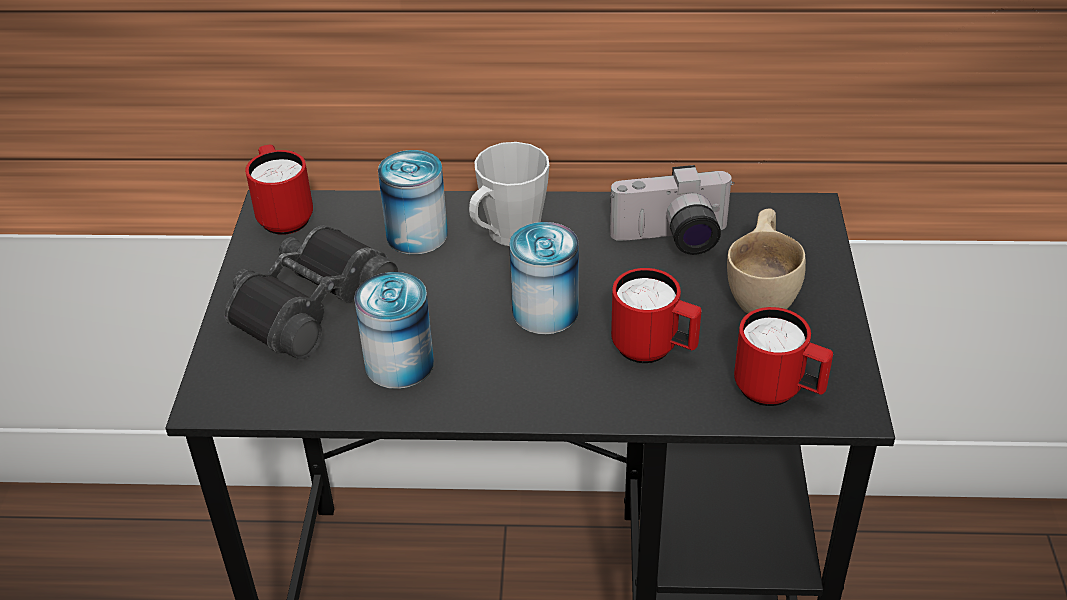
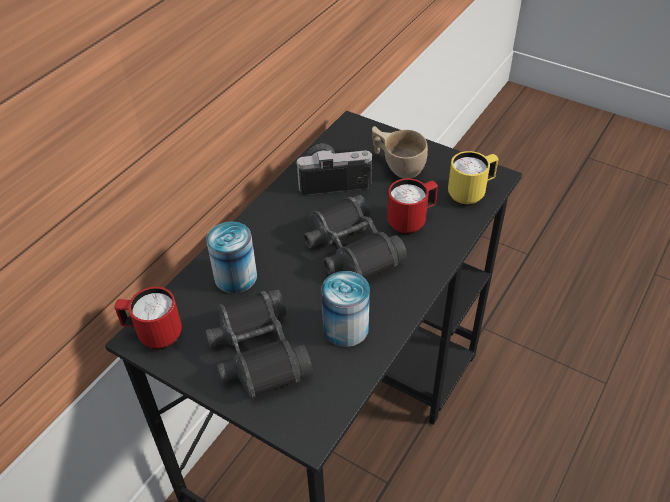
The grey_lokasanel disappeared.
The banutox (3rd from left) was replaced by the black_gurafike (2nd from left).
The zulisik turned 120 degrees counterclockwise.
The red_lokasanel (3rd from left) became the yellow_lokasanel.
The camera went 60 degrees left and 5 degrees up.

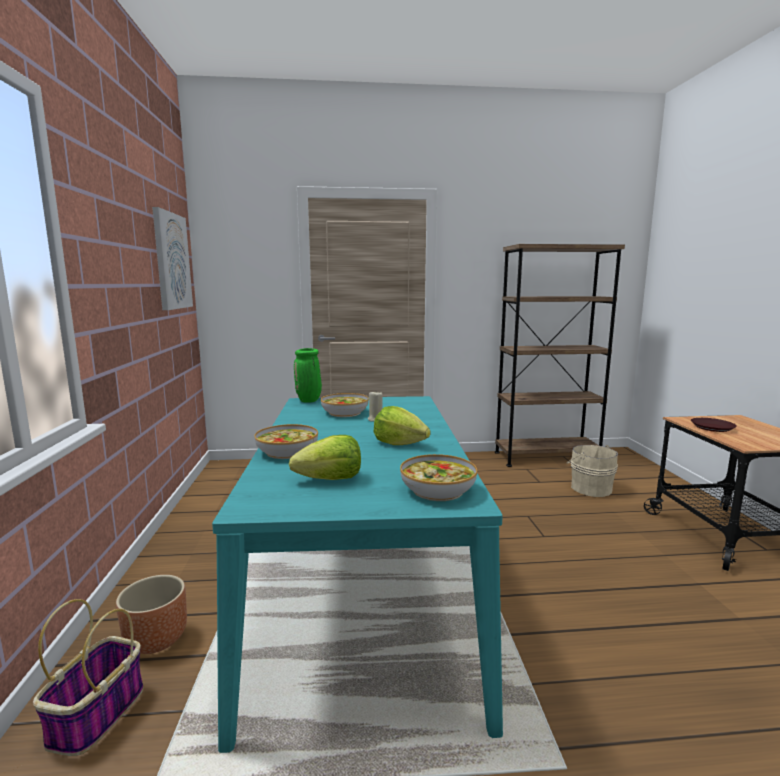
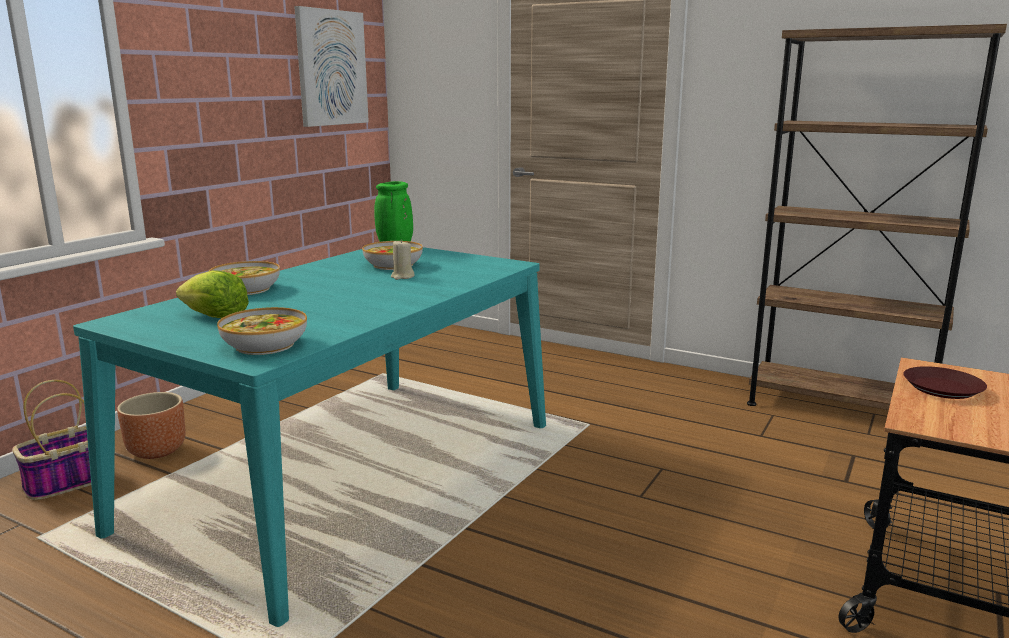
The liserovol (2nd from left) disappeared.
The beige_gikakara disappeared.
The camera went 35 degrees right and 5 degrees up.

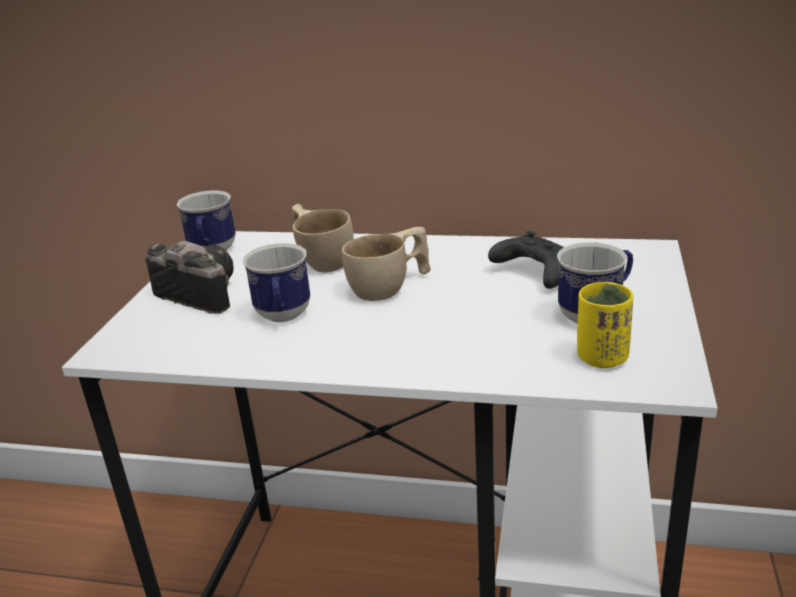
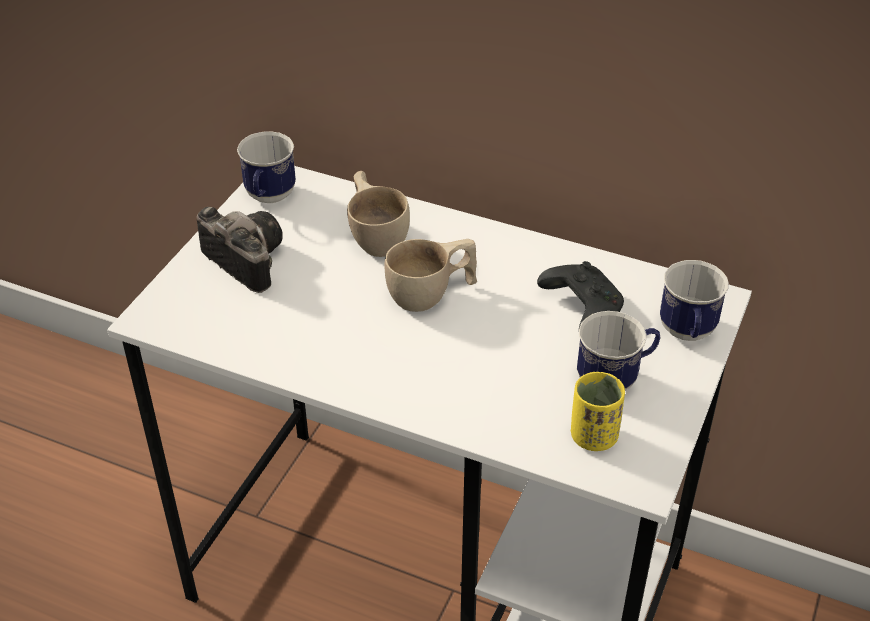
The lokasanel (2nd from left in the first image) moved.
The camera went 10 degrees right and 15 degrees up.

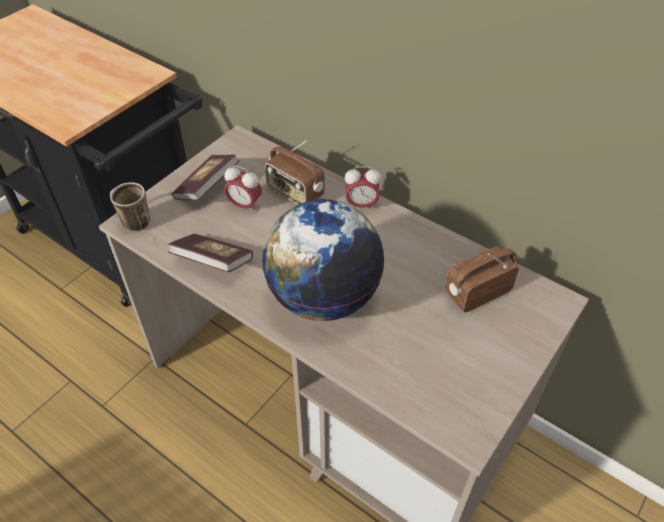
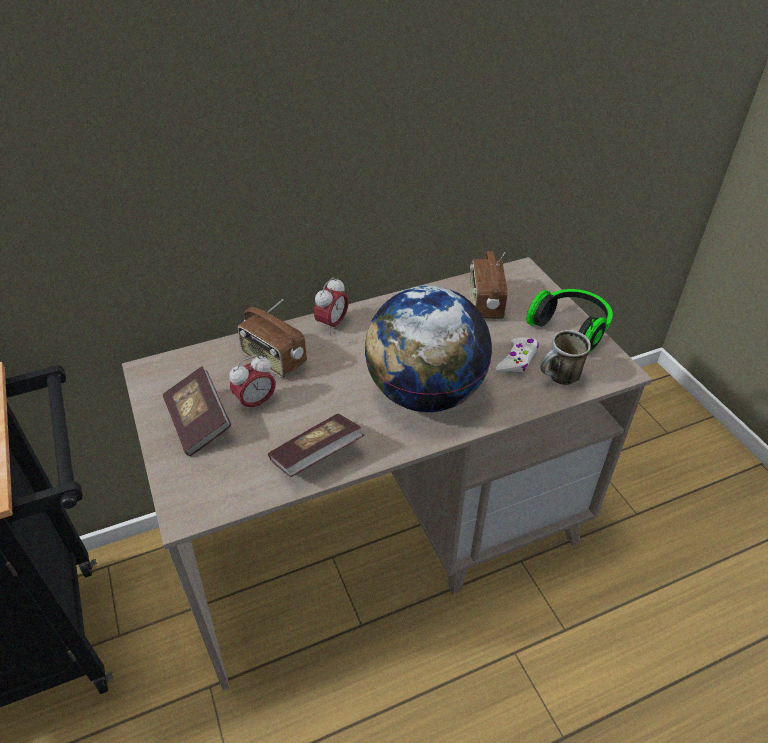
The lokasanel moved.
The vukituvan (1st from left) turned 60 degrees clockwise.
The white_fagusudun appeared.
The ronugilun appeared.
The camera went 60 degrees left and 5 degrees down.

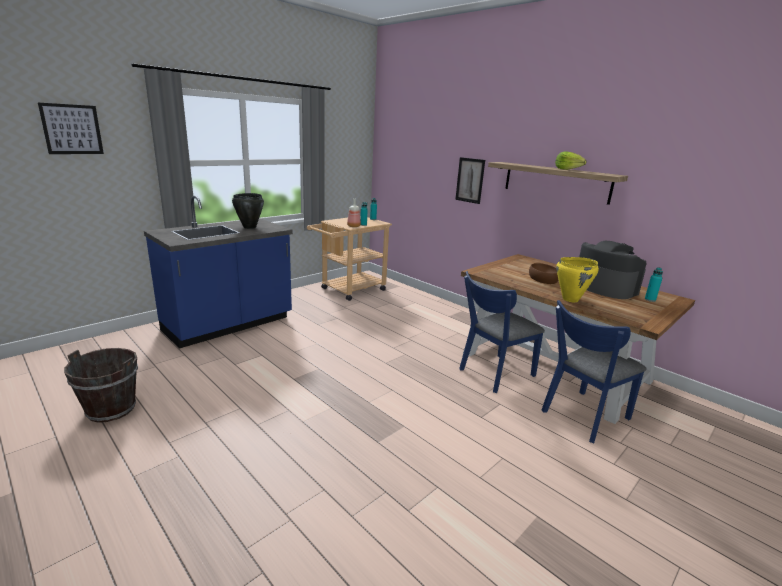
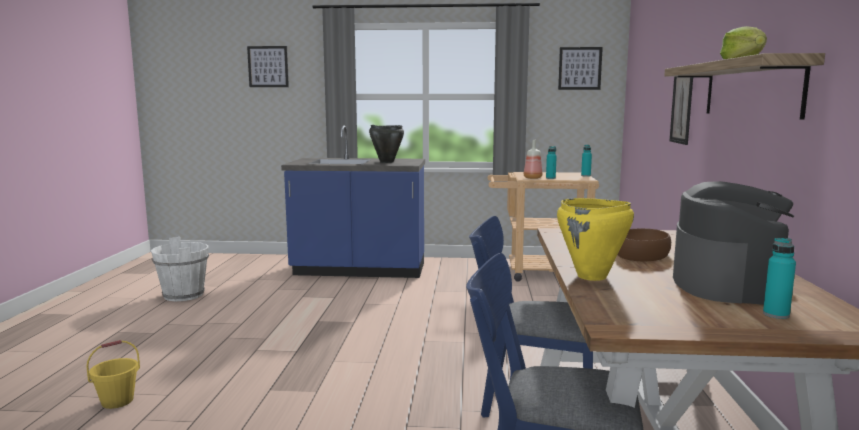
The brown_gikakara became the white_gikakara.
The yellow_gikakara appeared.
The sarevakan (2nd from left) appeared.
The camera went 50 degrees right and 10 degrees down.

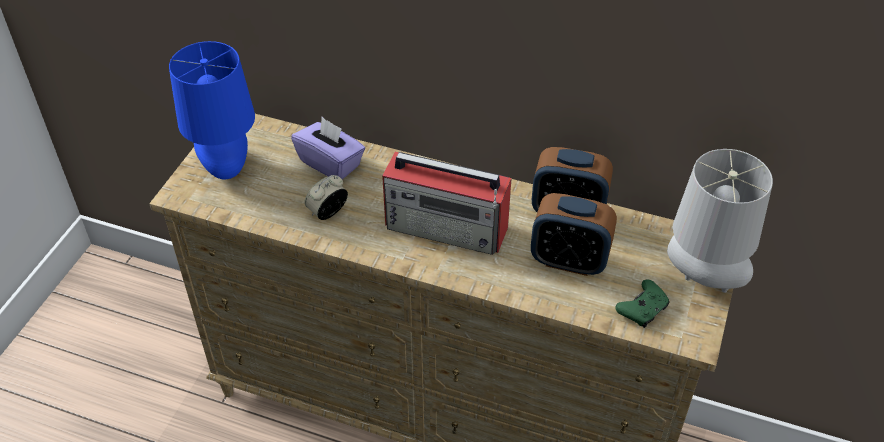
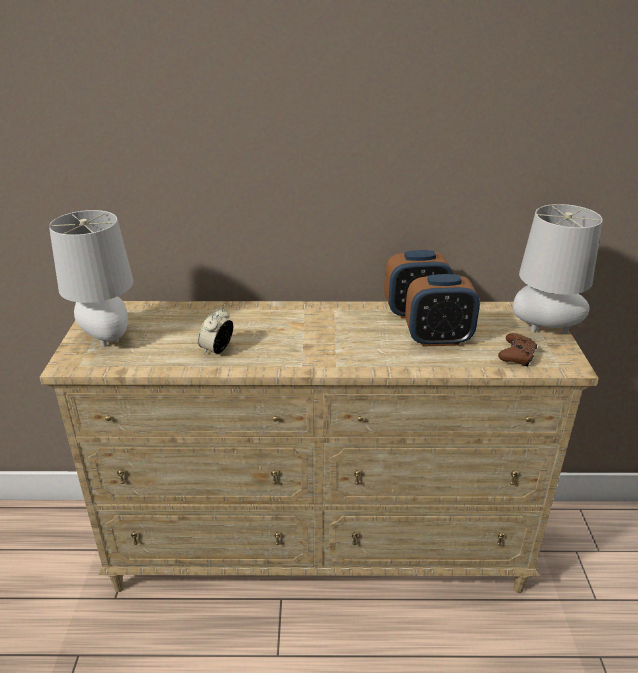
The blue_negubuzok became the grey_negubuzok (1st from left).
The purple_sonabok disappeared.
The vukituvan disappeared.
The green_fagusudun became the brown_fagusudun.
The camera went 20 degrees left and 15 degrees down.

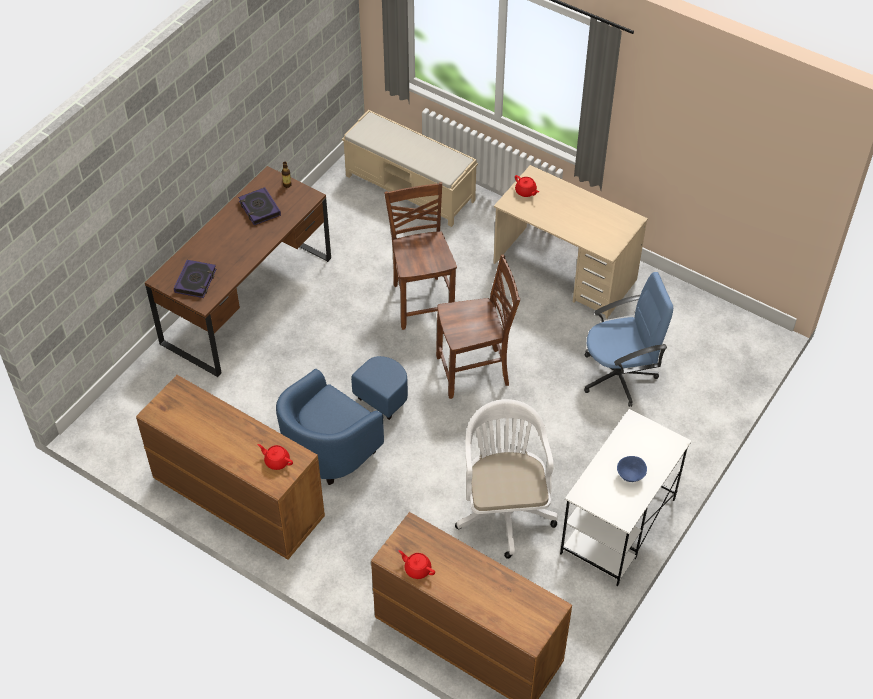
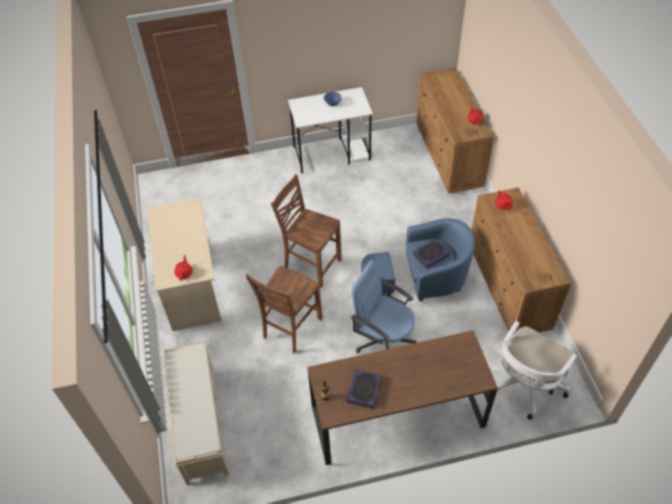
The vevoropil (1st from left in the first image) moved.
The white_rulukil moved.
The blue_rulukil moved.
The camera went 135 degrees left and 0 degrees up.

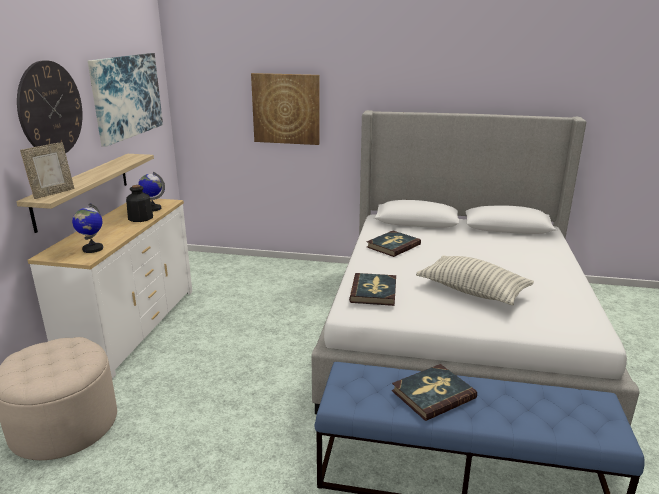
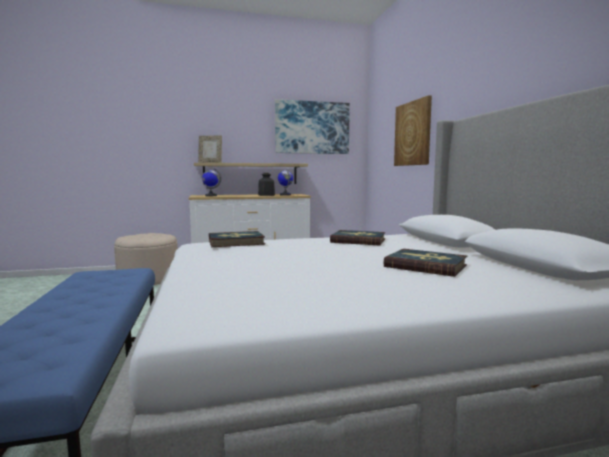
The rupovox disappeared.
The vevoropil (3rd from left) moved.
The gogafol disappeared.
The camera went 65 degrees right and 15 degrees down.

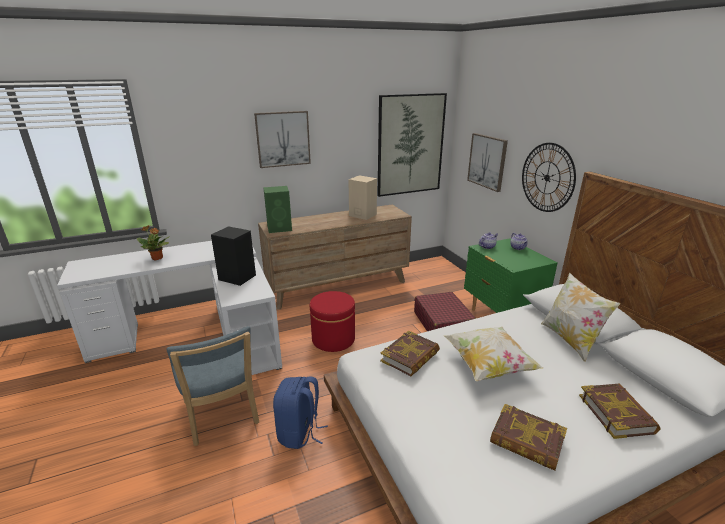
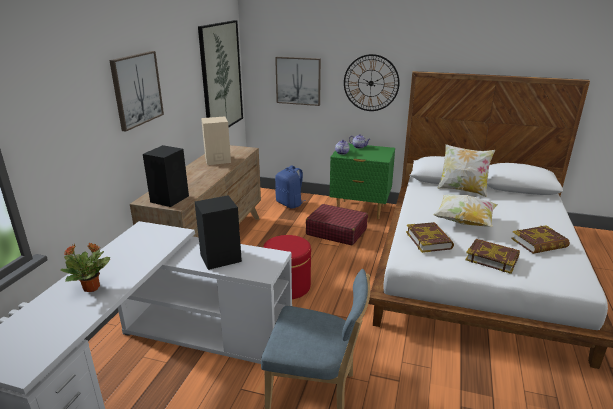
The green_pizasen became the black_pizasen (1st from left).
The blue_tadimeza moved.
The vevoropil (3rd from left in the first image) moved.
The camera went 50 degrees left and 0 degrees up.

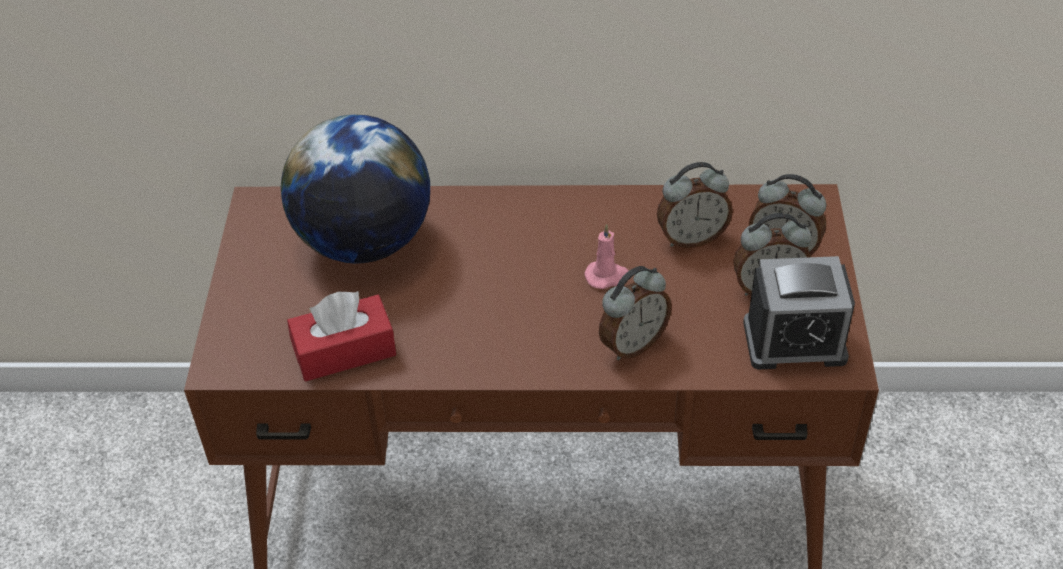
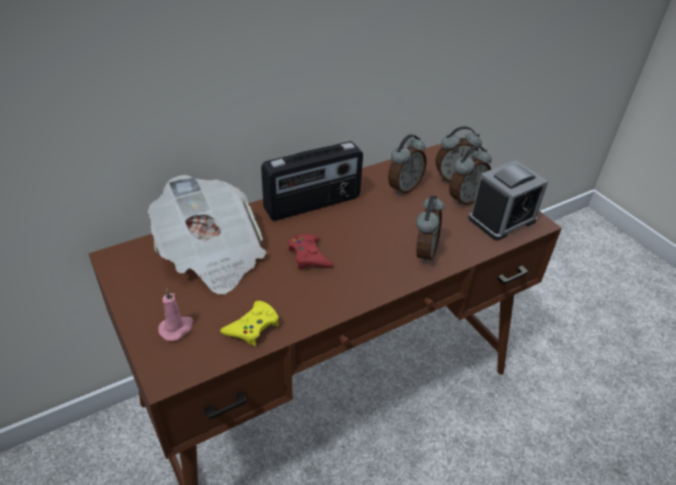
The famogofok was replaced by the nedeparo.
The red_sonabok was replaced by the yellow_fagusudun.
The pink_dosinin moved.
The vukituvan appeared.
The red_fagusudun appeared.
The camera went 35 degrees left and 5 degrees down.

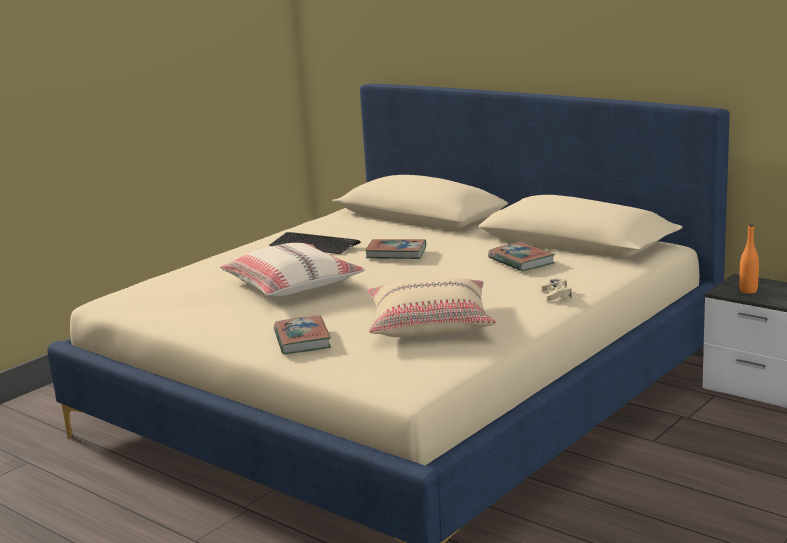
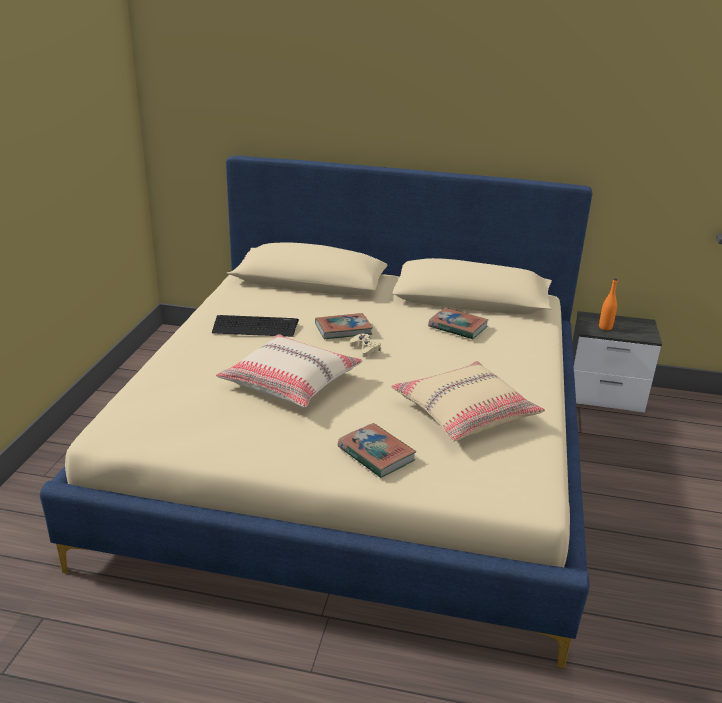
The beige_fagusudun moved.
The camera went 30 degrees left and 10 degrees up.

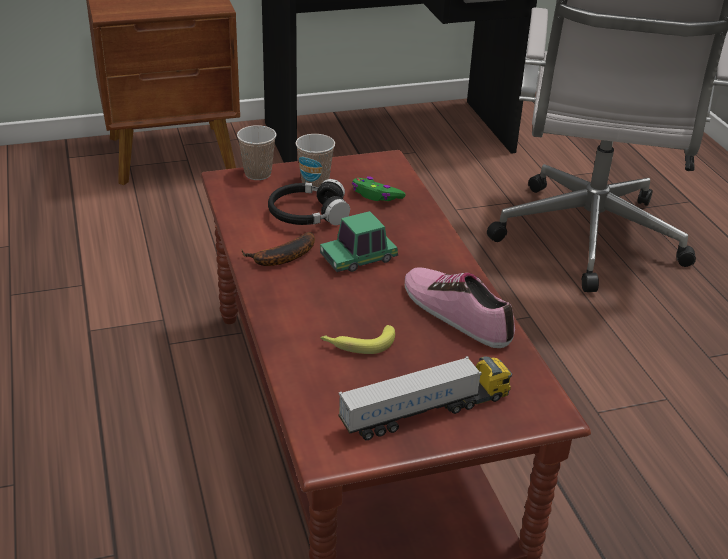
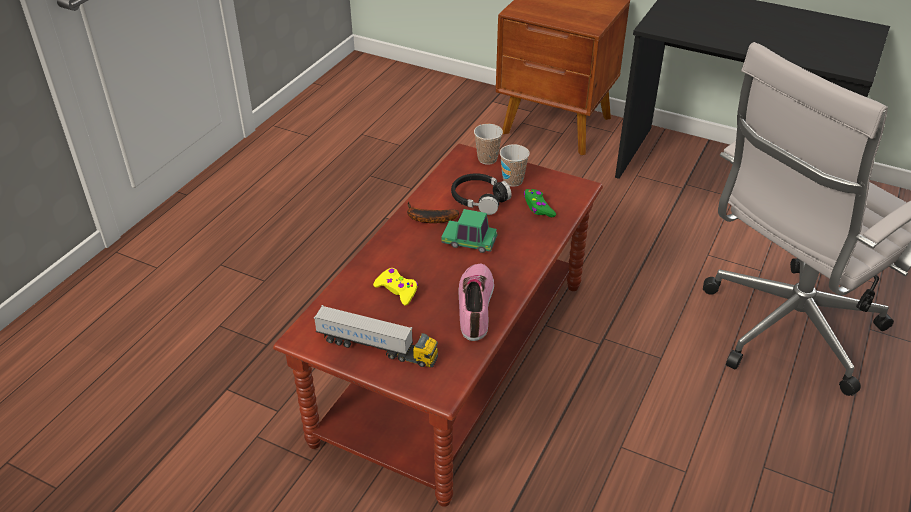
The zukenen (2nd from left) was replaced by the yellow_fagusudun.
The camera went 45 degrees right and 5 degrees up.

